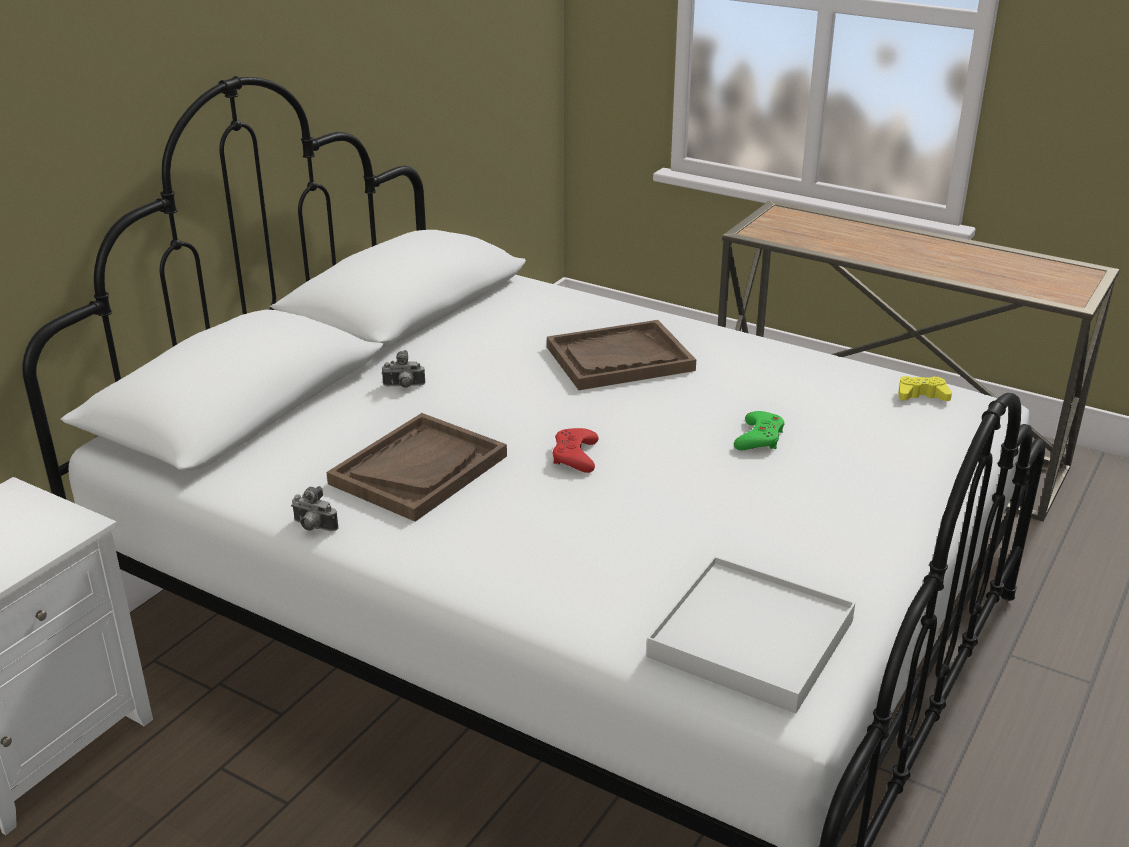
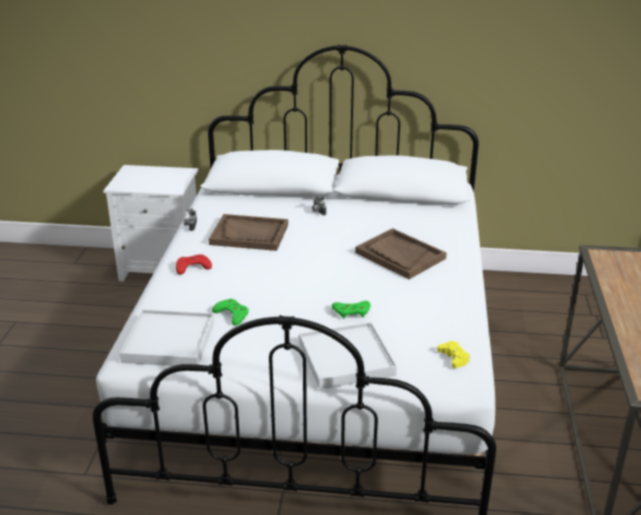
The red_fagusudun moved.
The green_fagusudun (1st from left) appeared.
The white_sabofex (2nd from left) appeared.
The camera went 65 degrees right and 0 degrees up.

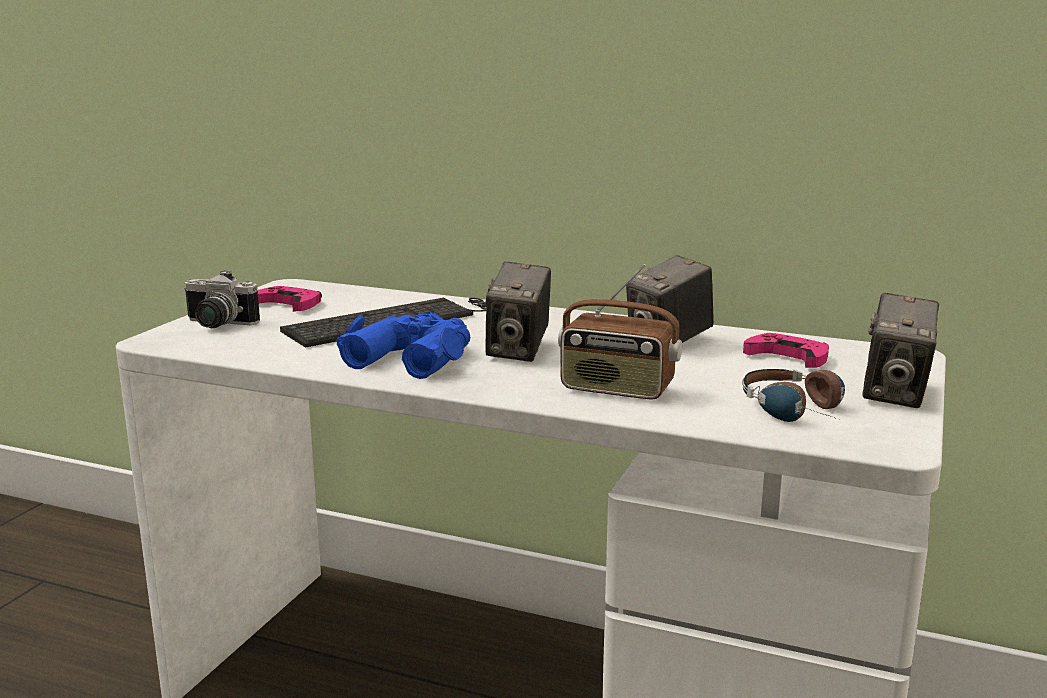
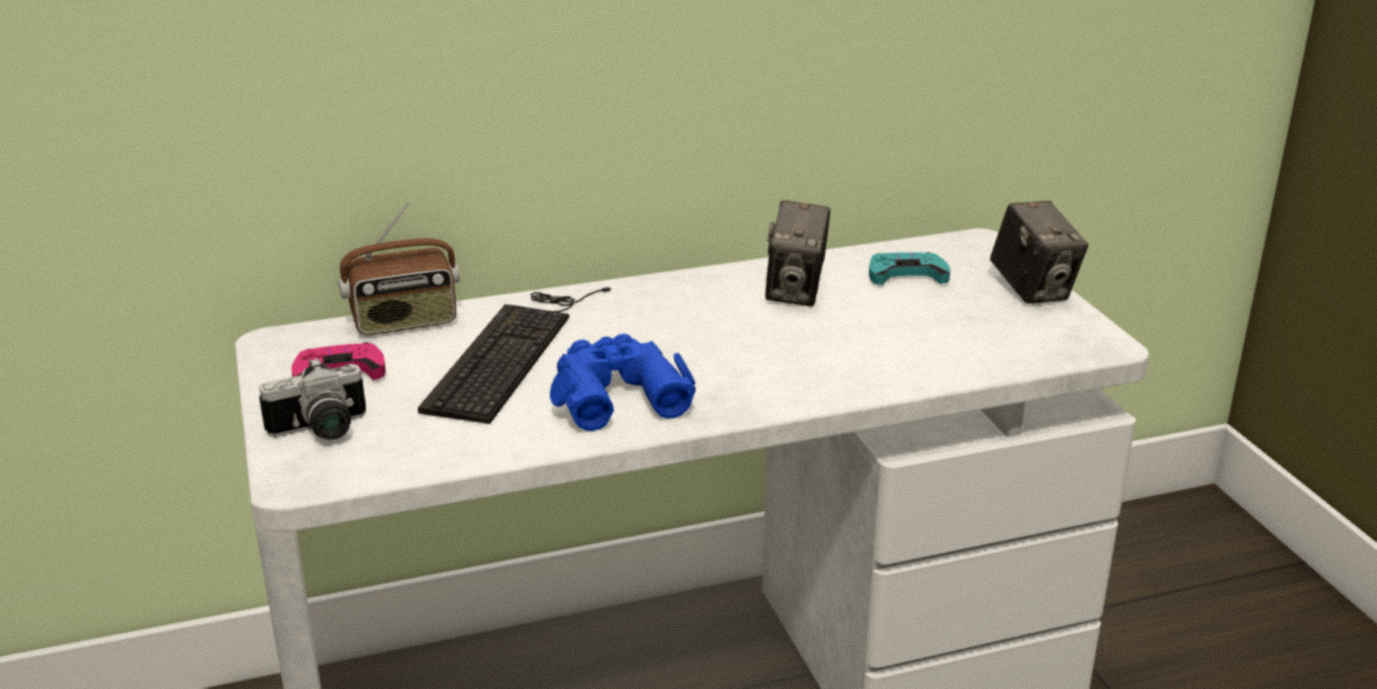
The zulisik (2nd from left) disappeared.
The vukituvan moved.
The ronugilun disappeared.
The pink_fagusudun (2nd from left) became the turquoise_fagusudun.
The camera went 40 degrees left and 10 degrees up.

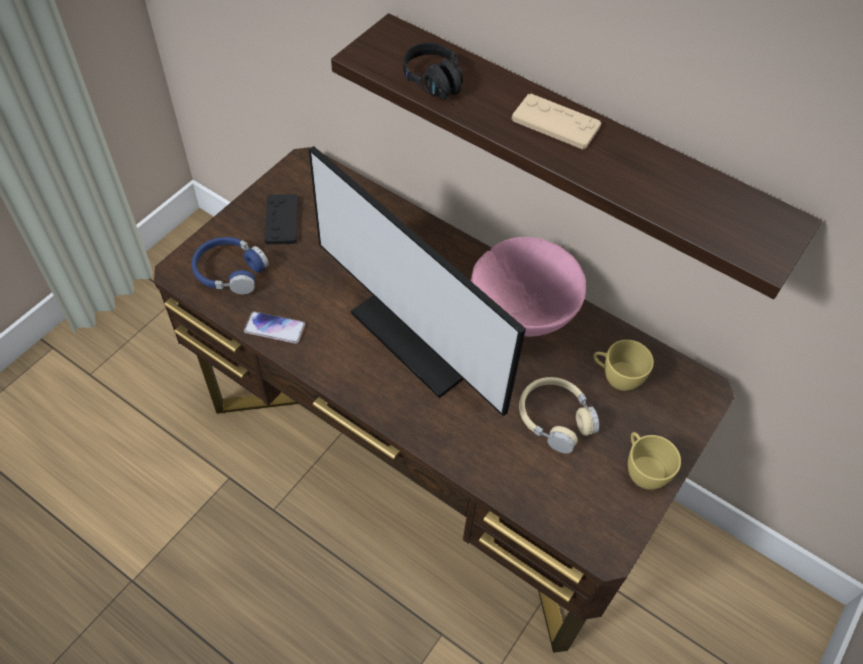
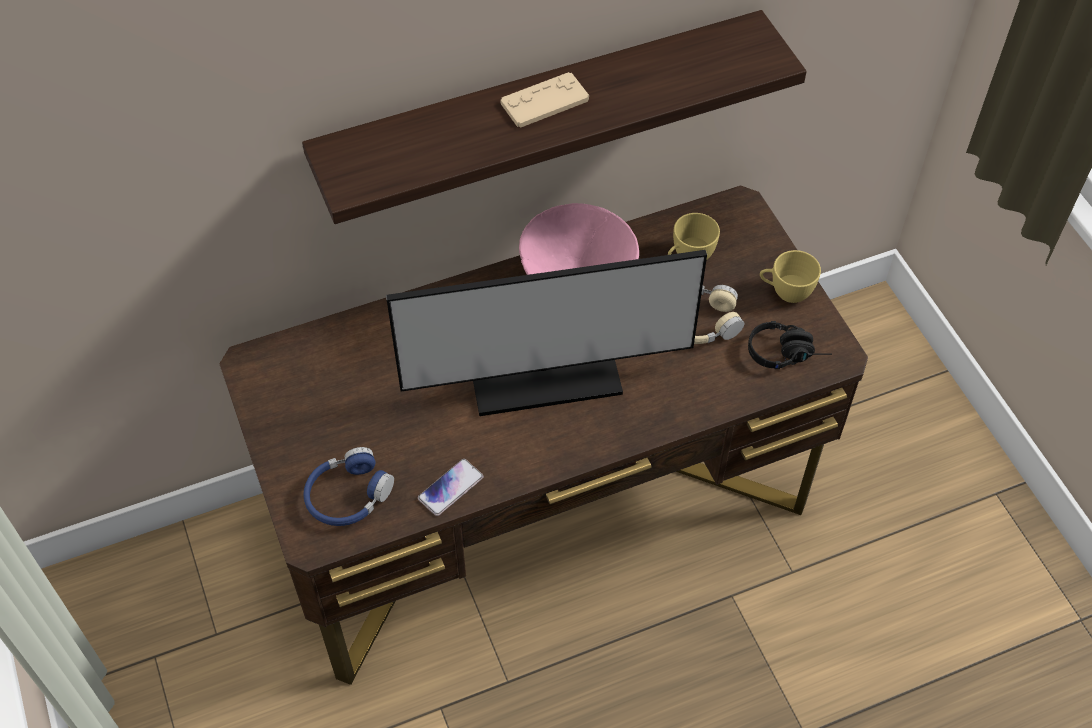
The black_fagusudun disappeared.
The black_ronugilun moved.
The camera went 55 degrees left and 0 degrees up.

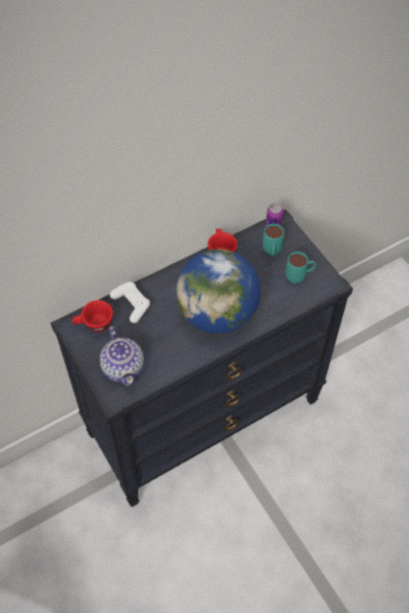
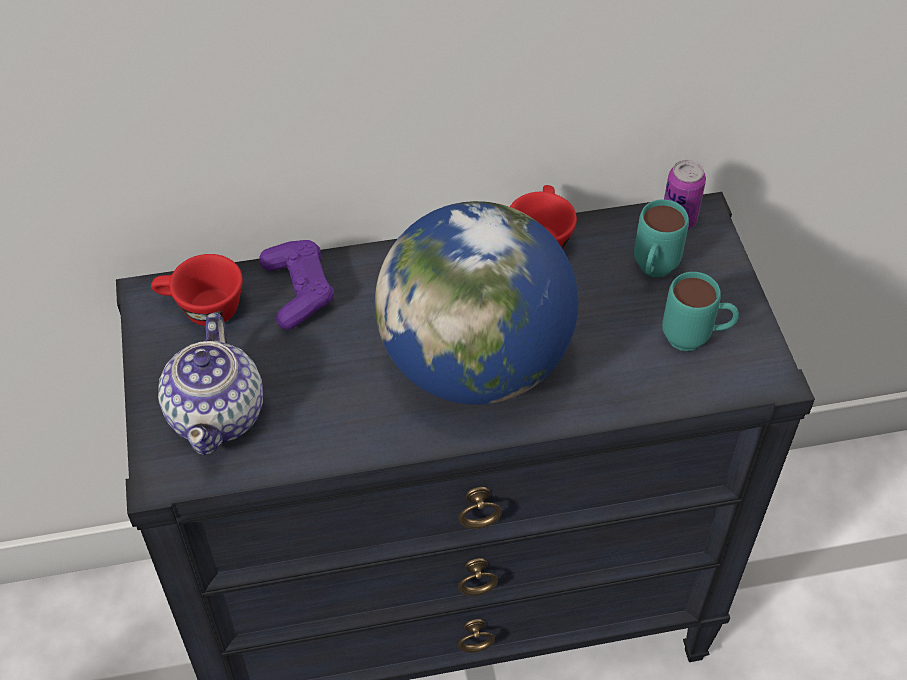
The white_fagusudun became the purple_fagusudun.
The camera went 20 degrees right and 5 degrees down.

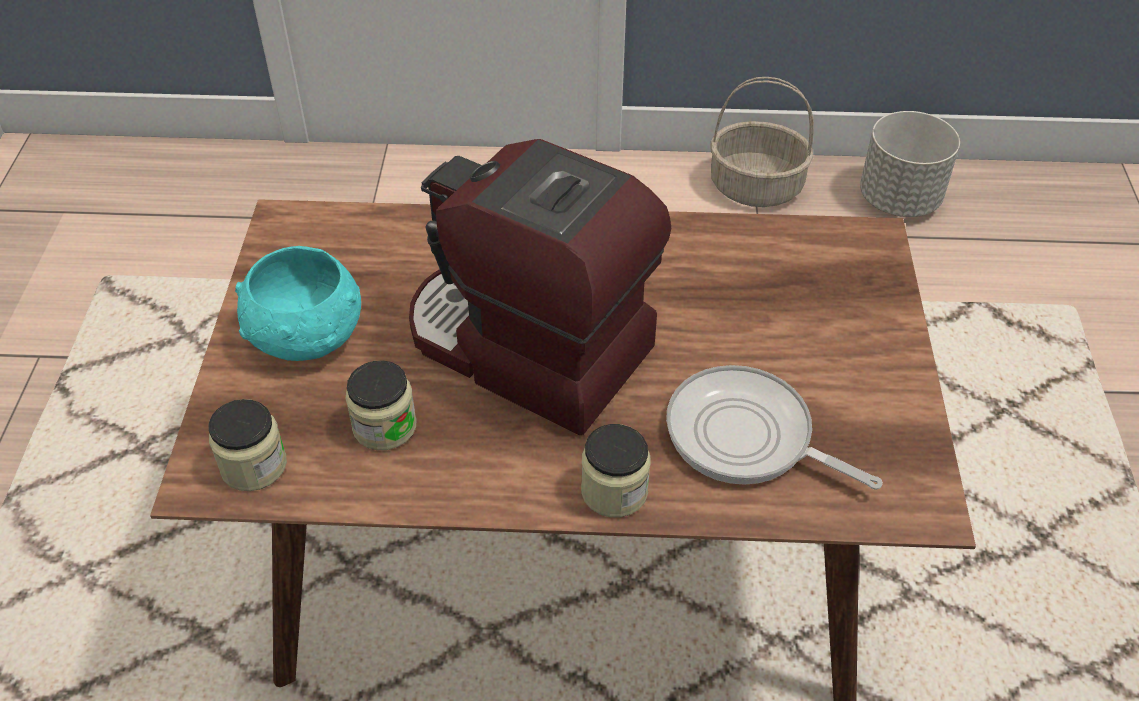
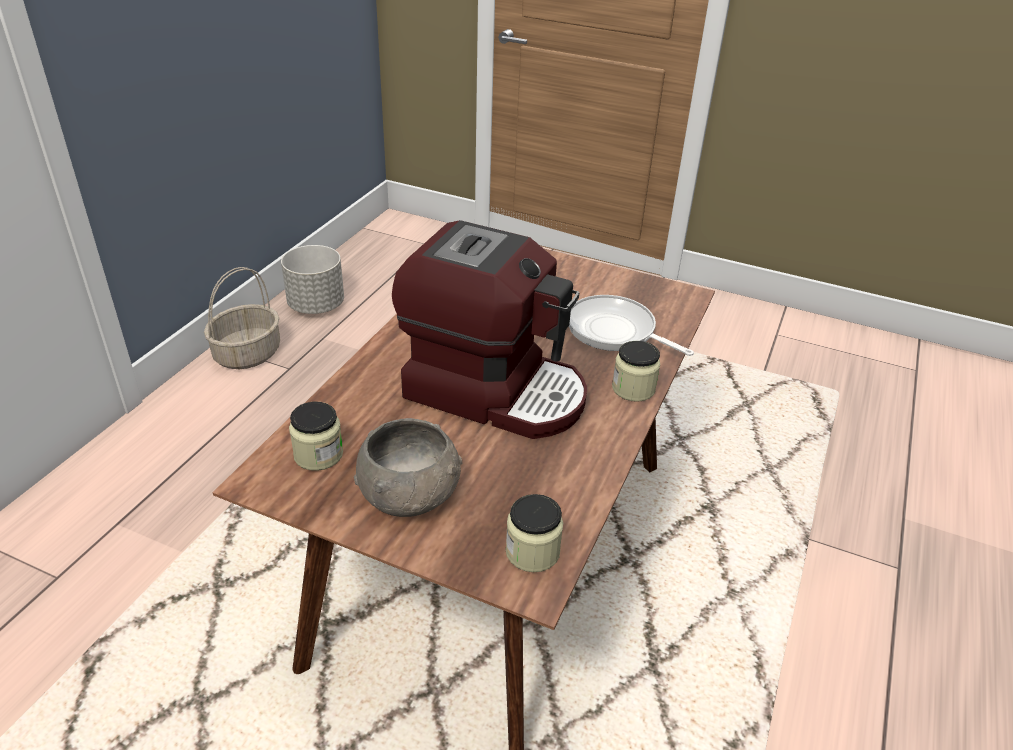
The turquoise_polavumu became the grey_polavumu.
The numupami (2nd from left in the first image) moved.
The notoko turned 120 degrees counterclockwise.
The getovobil turned 75 degrees clockwise.
The camera went 70 degrees left and 10 degrees down.

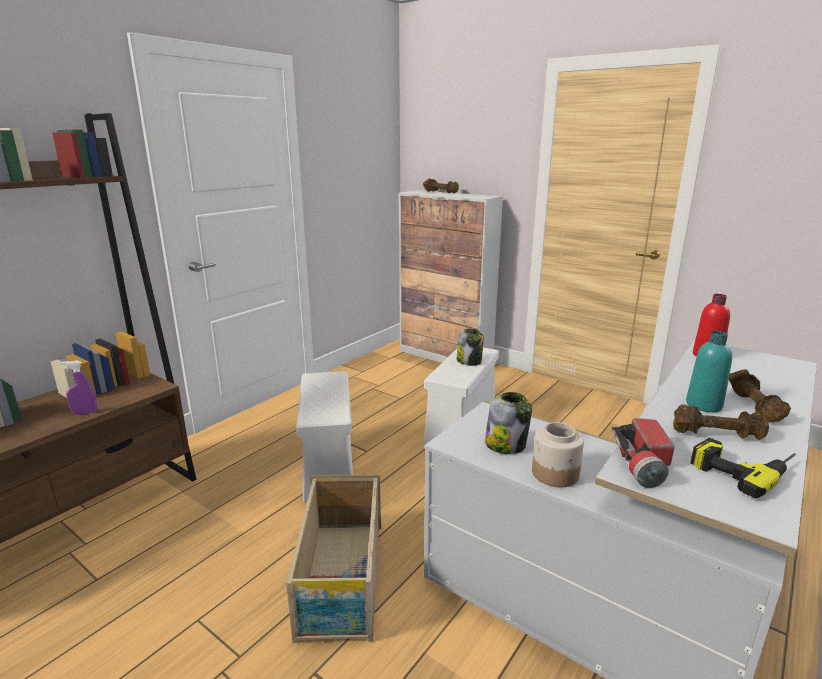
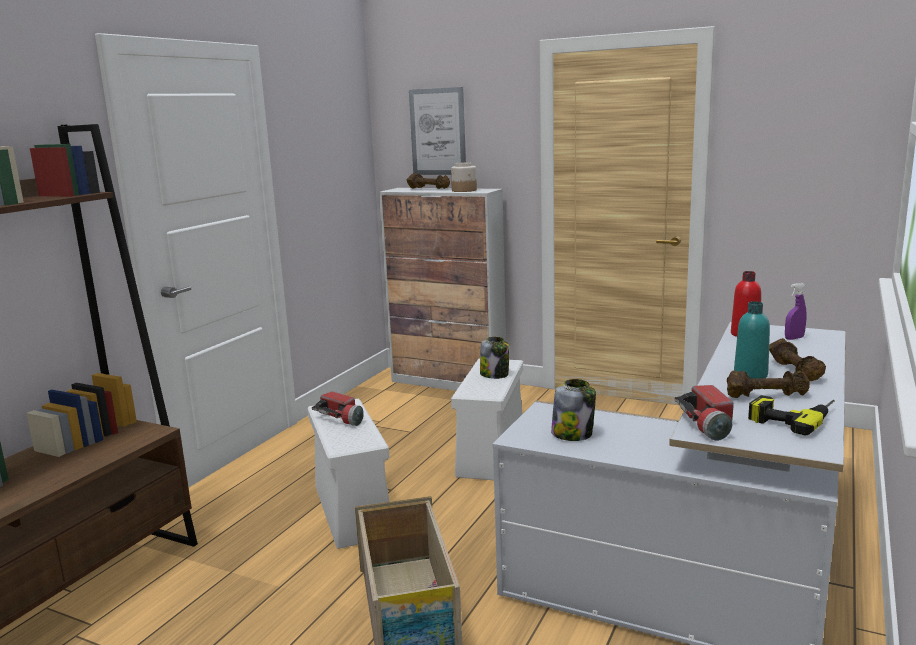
The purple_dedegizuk moved.
The numupami (3rd from left in the first image) moved.
The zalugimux (1st from left) appeared.
The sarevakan appeared.
The camera went 10 degrees left and 5 degrees down.

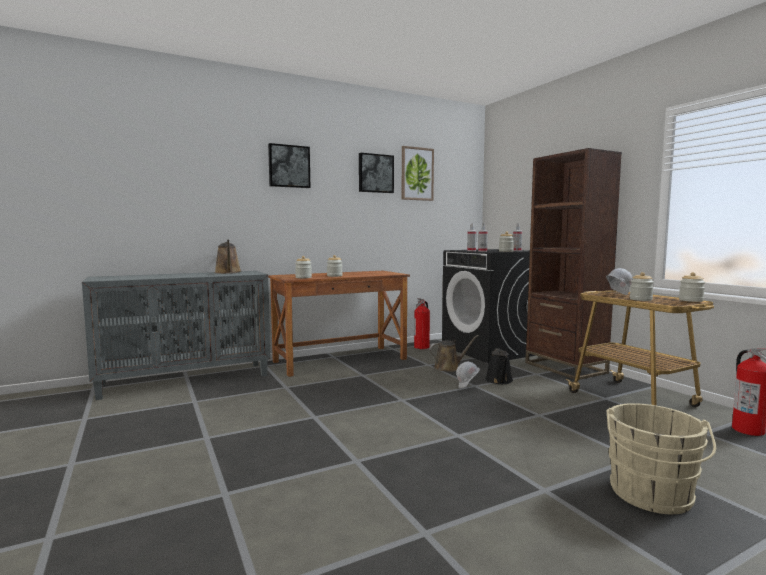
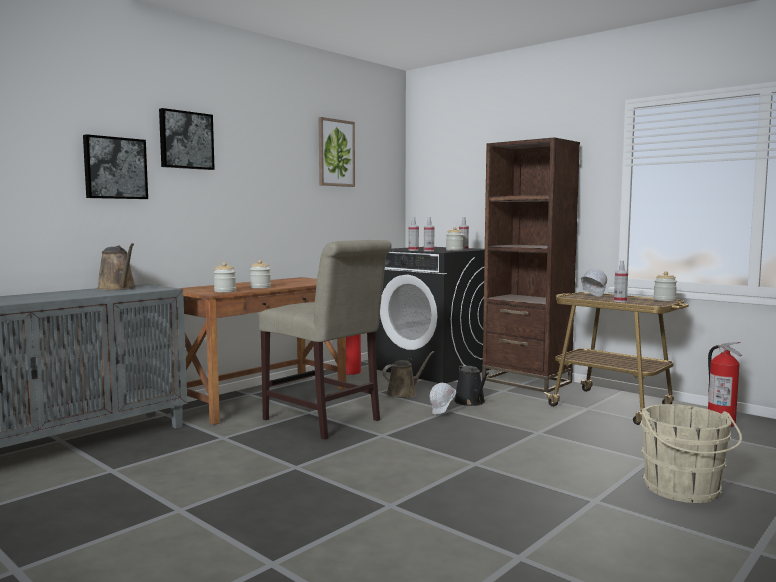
The sarevakan (2nd from left in the first image) moved.
The numupami (4th from left) was replaced by the dedegizuk (4th from left).
The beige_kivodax appeared.
The camera went 20 degrees left and 0 degrees up.

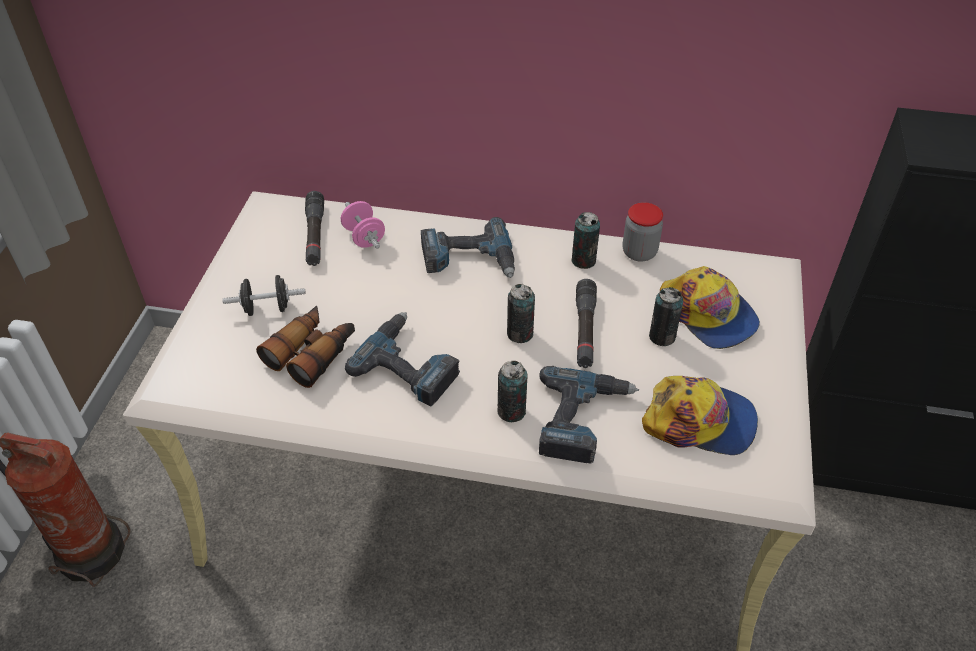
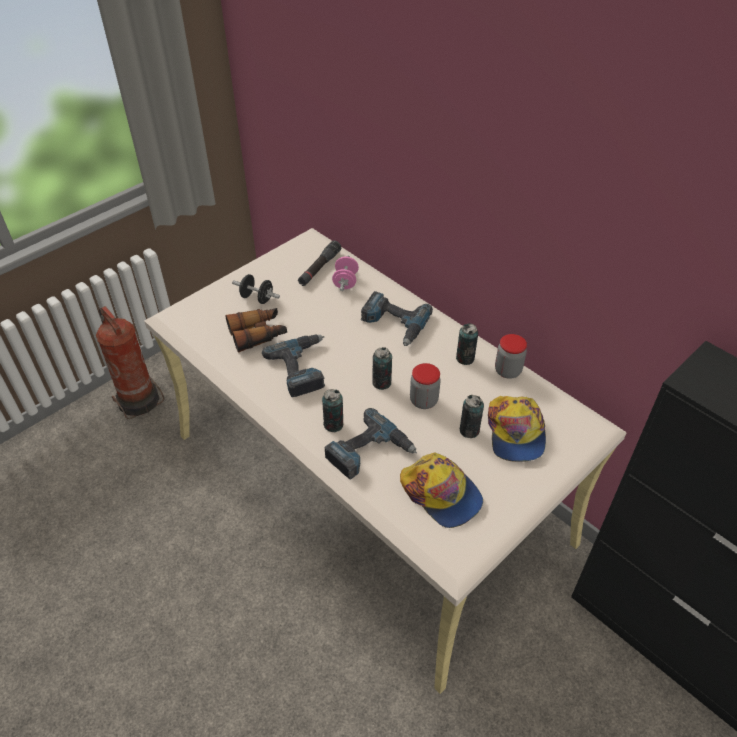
The black_zalugimux (2nd from left) was replaced by the numupami (1st from left).
The camera went 35 degrees right and 0 degrees up.

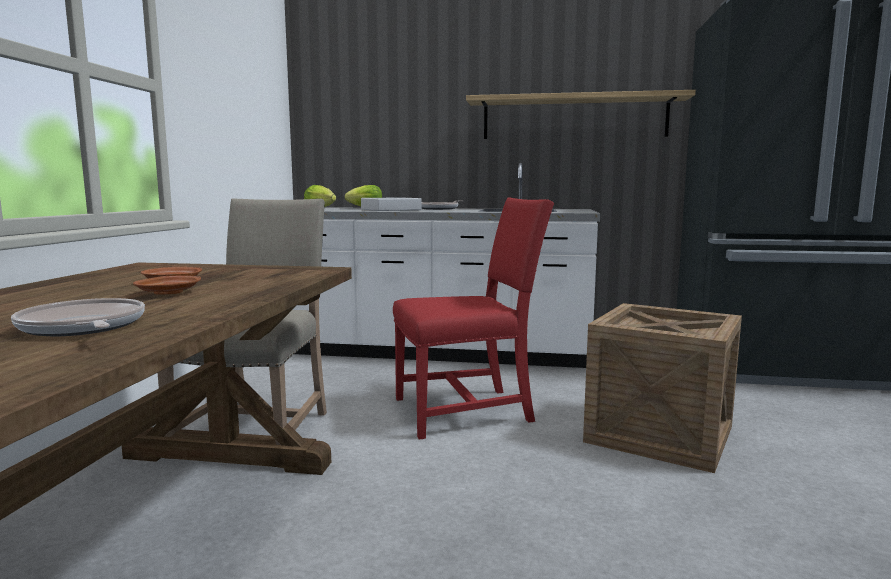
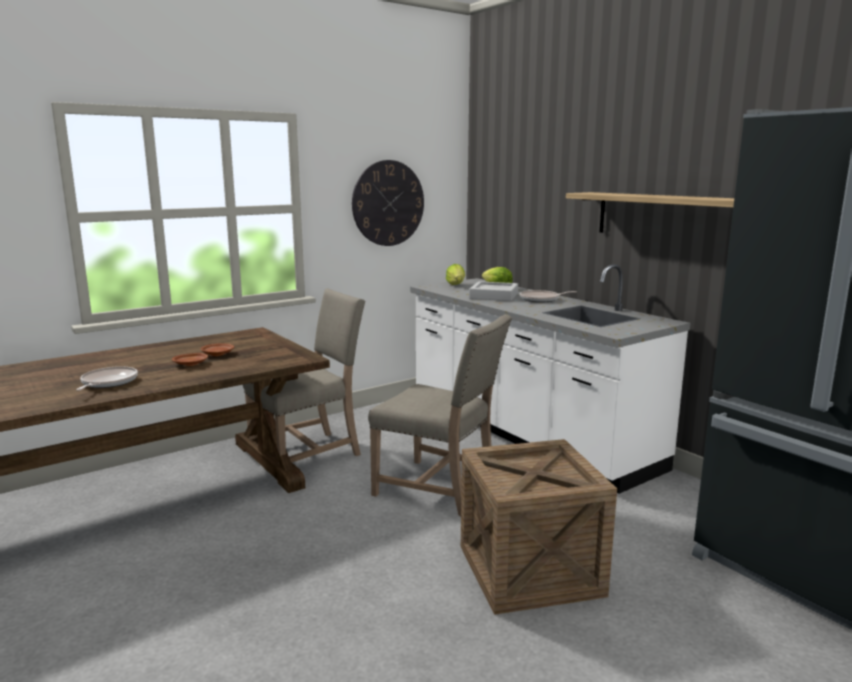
The red_kivodax became the beige_kivodax (2nd from left).
The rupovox appeared.
The camera went 45 degrees right and 5 degrees up.

